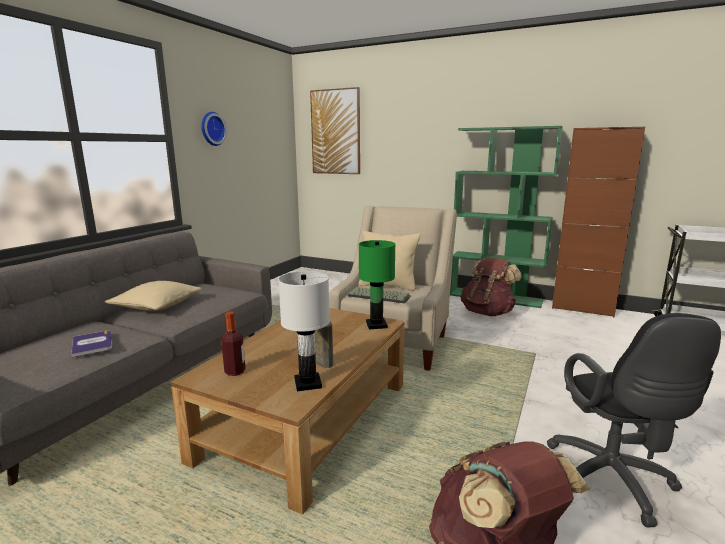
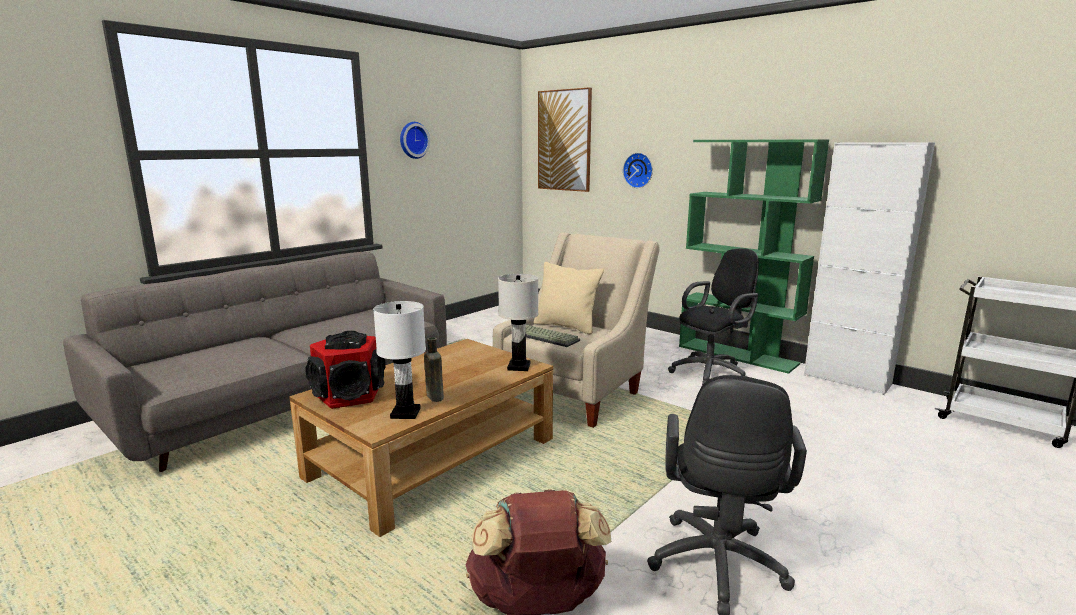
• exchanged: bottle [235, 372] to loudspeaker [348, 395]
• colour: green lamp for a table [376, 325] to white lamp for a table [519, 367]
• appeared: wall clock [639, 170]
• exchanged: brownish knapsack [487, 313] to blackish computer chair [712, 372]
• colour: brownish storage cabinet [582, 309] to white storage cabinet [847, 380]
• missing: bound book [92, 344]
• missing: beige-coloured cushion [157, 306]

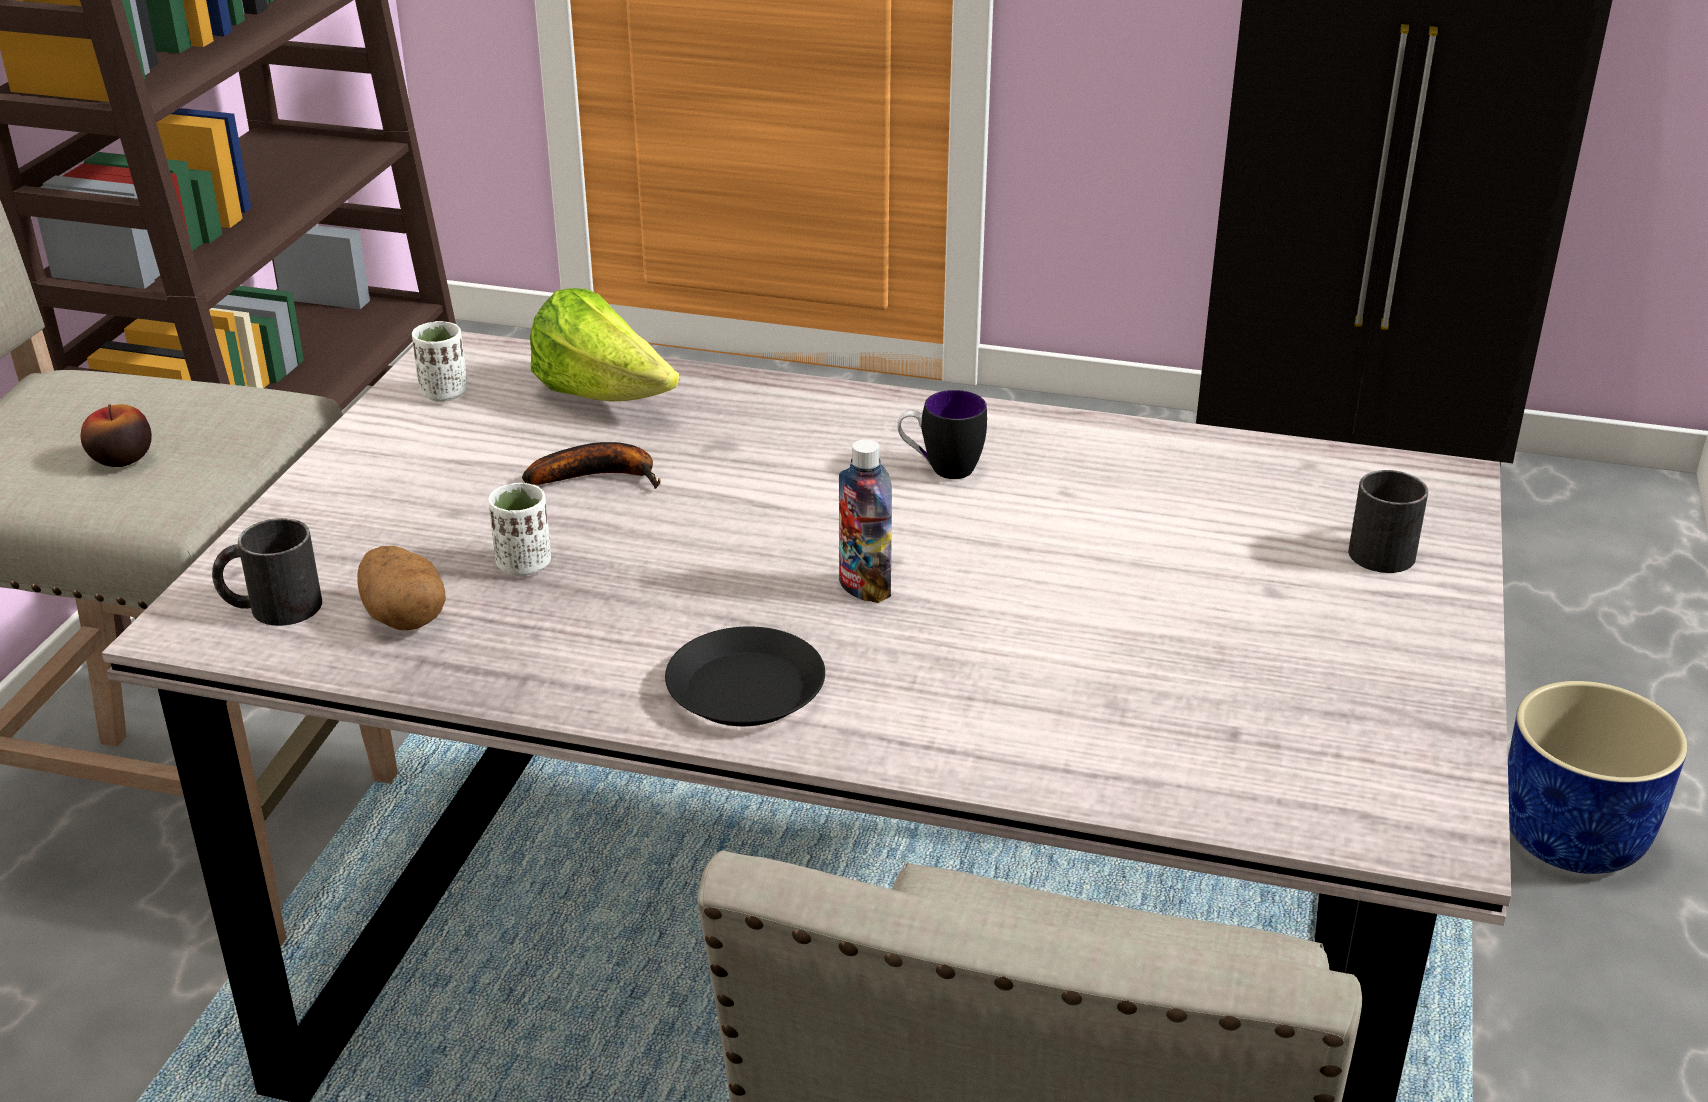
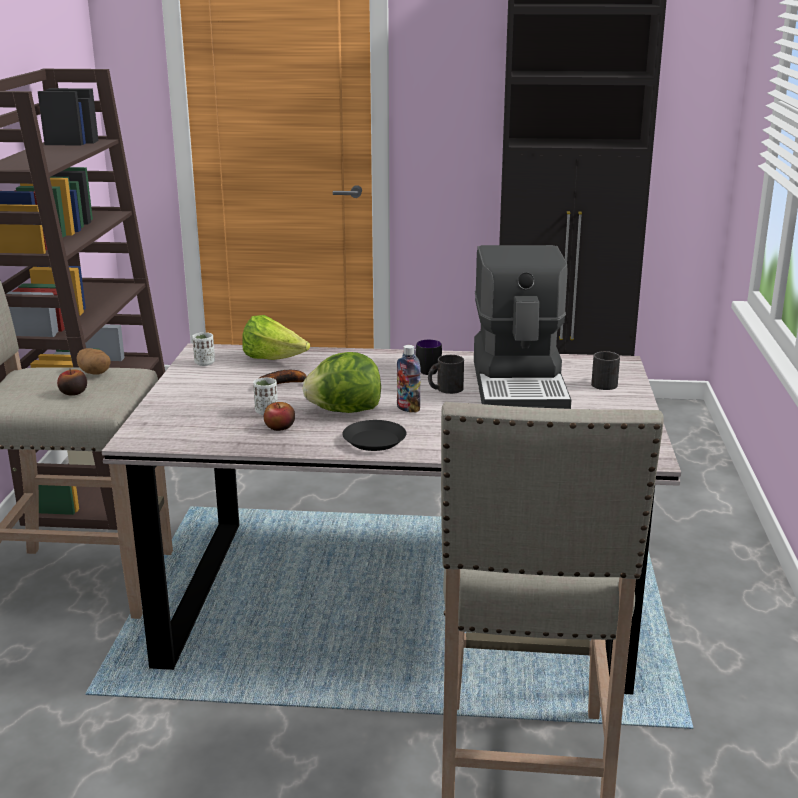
• relocated: whole potato [404, 617] to [94, 373]
• appeared: whole apple [280, 427]
• appeared: lettuce head [344, 411]
• relocated: blackish coffee mug [271, 608] to [445, 389]
• appeared: coffee maker [521, 386]
• missing: bluish planter [1575, 837]

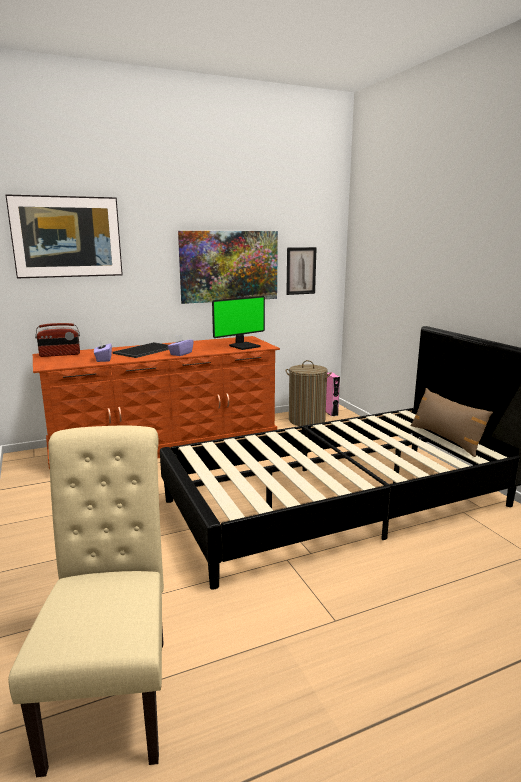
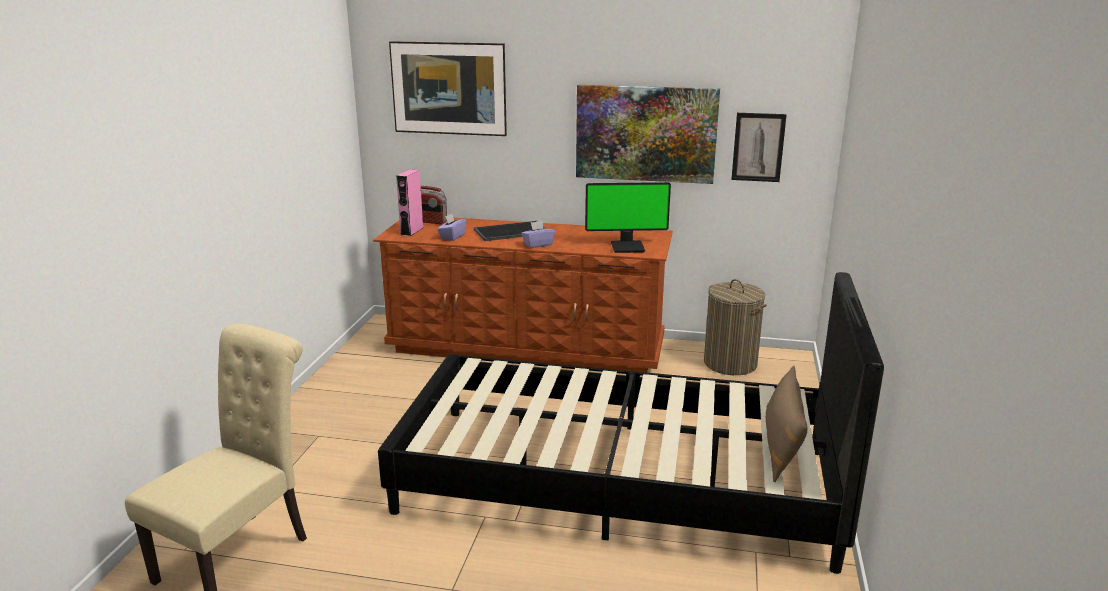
• relocated: pink-coloured loudspeaker [330, 413] to [412, 231]

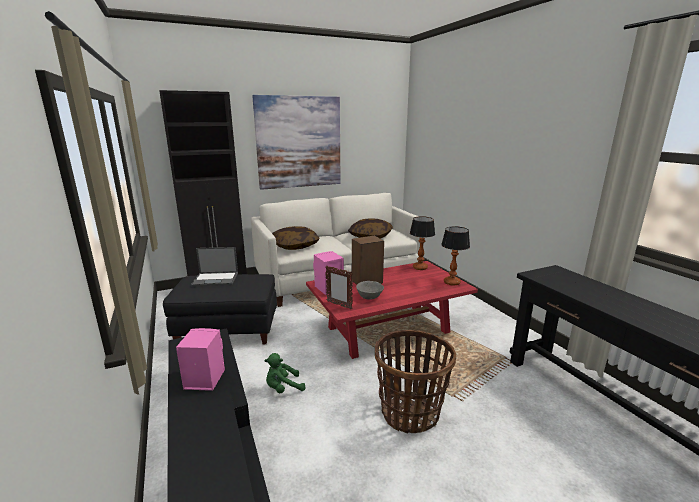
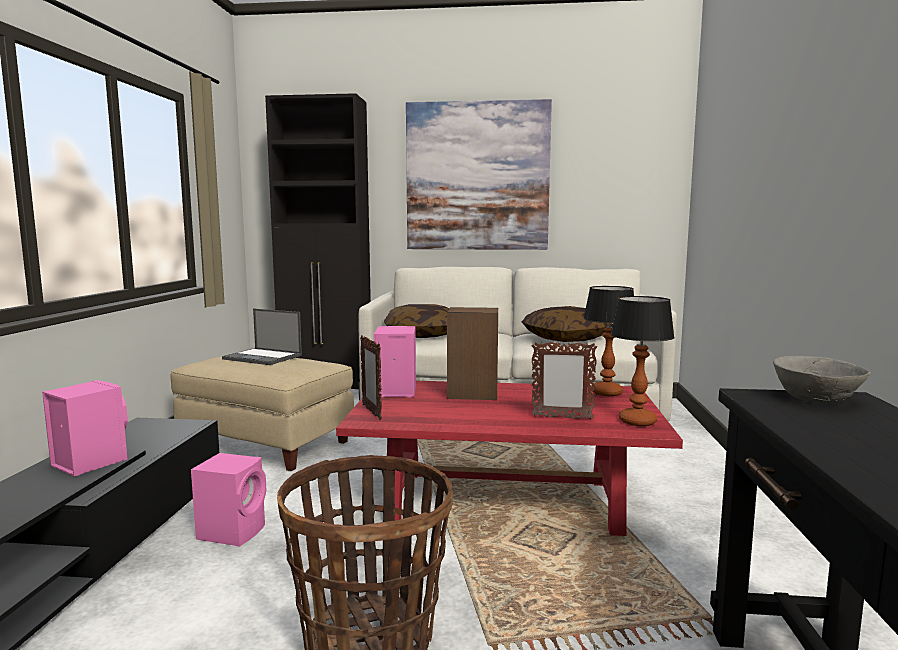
• colour: blackish footrest [228, 330] to beige-coloured footrest [267, 444]
• exchanged: green plush toy [283, 388] to pink-coloured loudspeaker [233, 531]
• appeared: picture frame [561, 417]
• relocated: greyish deep dish [369, 297] to [815, 399]

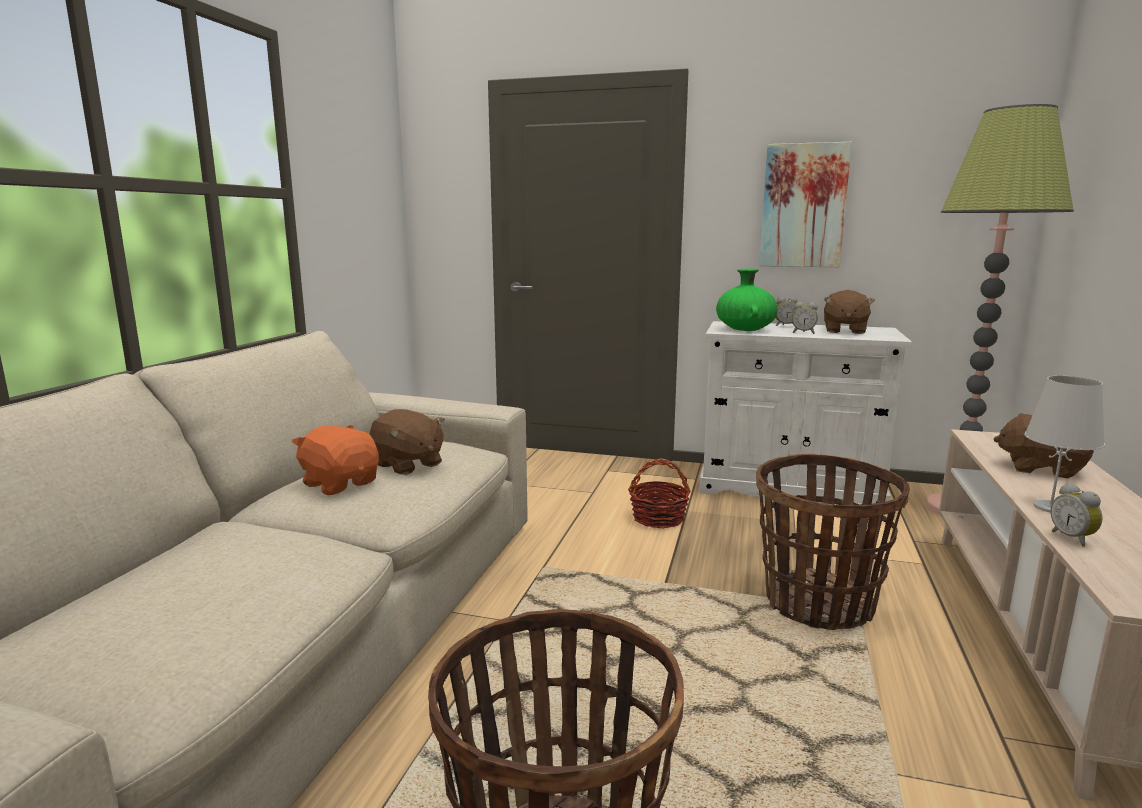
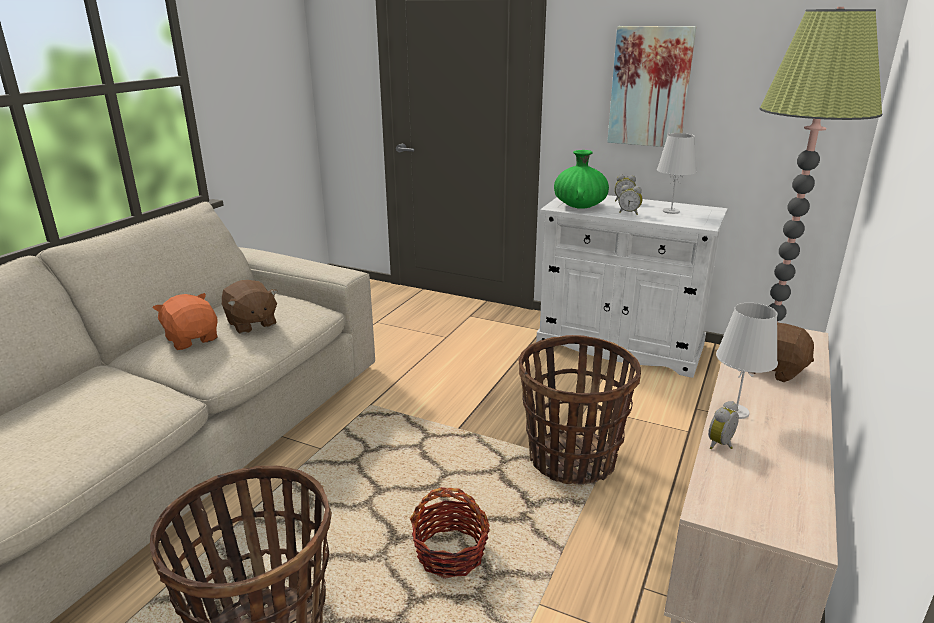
• relocated: household basket [658, 518] to [450, 554]
• exchanged: brownish plush toy [844, 331] to white lamp for a table [671, 211]
• spun: alarm clock [1073, 538] = [722, 445] 45 degrees clockwise

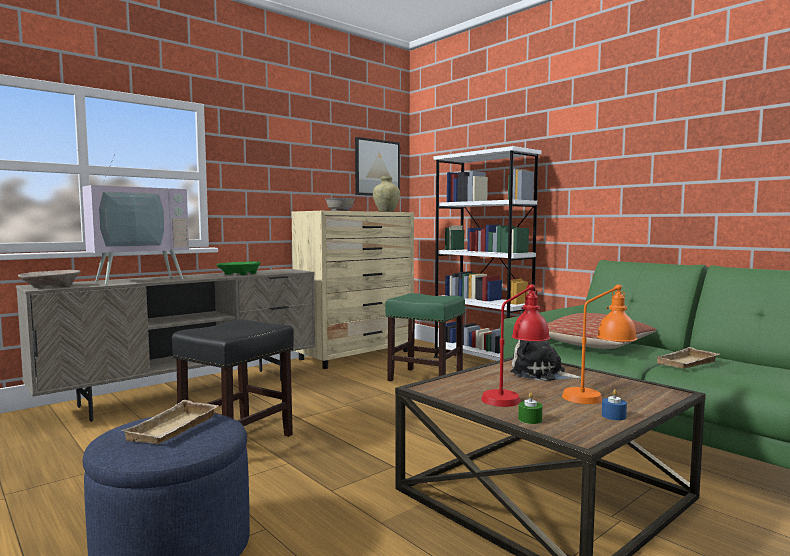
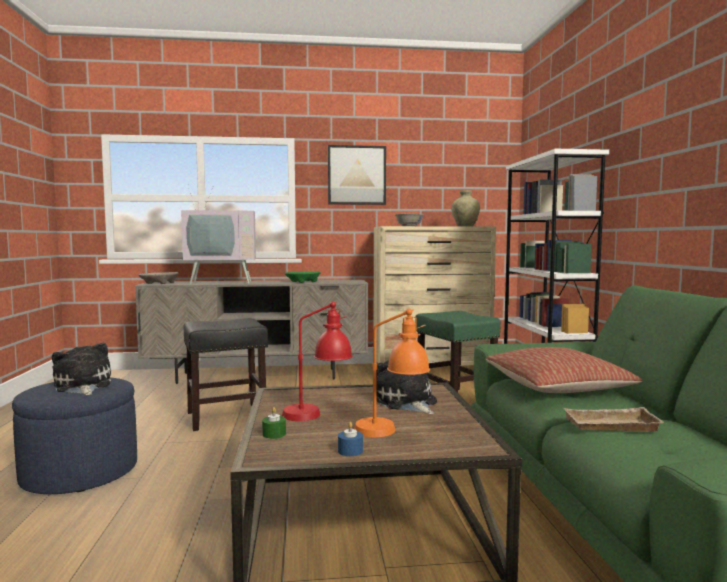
• exchanged: beige-coloured carrying tray [174, 429] to plush toy [82, 386]
• relocated: picture [377, 168] to [356, 175]

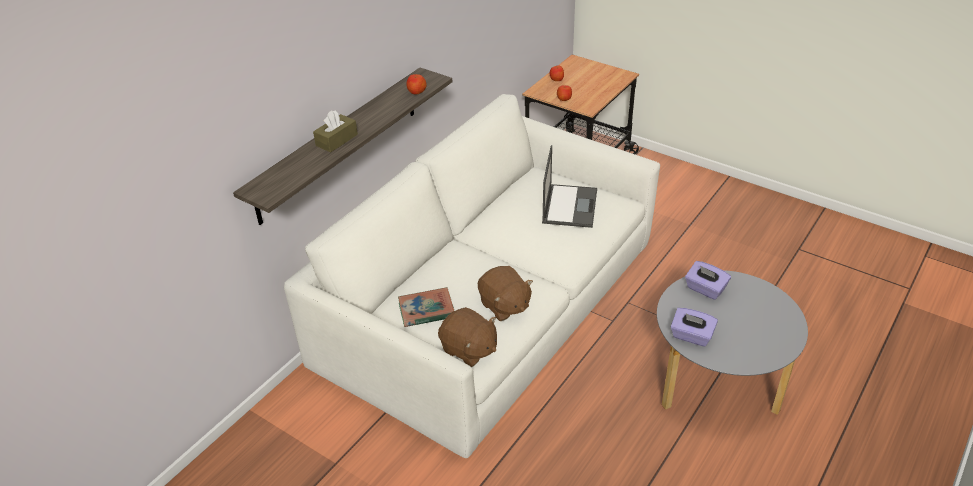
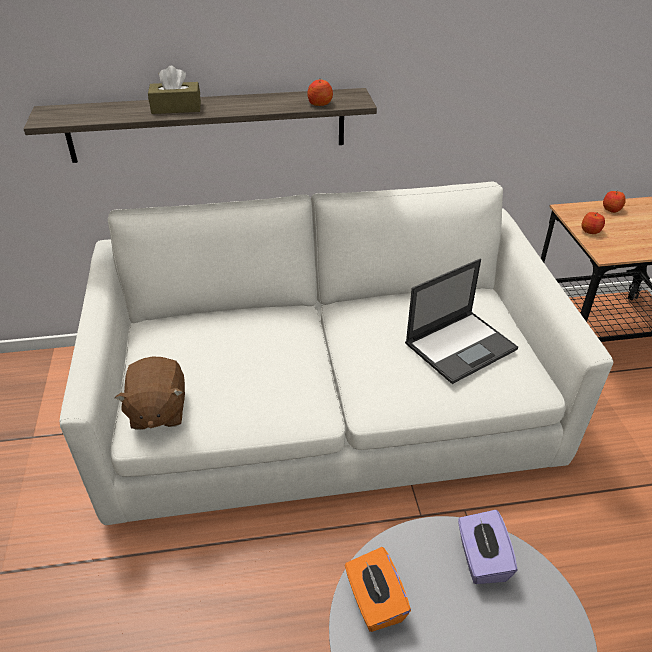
• colour: purplish tissue holder [691, 336] to orangey tissue holder [374, 602]
• missing: bound book [426, 310]
• missing: brownish plush toy [504, 306]

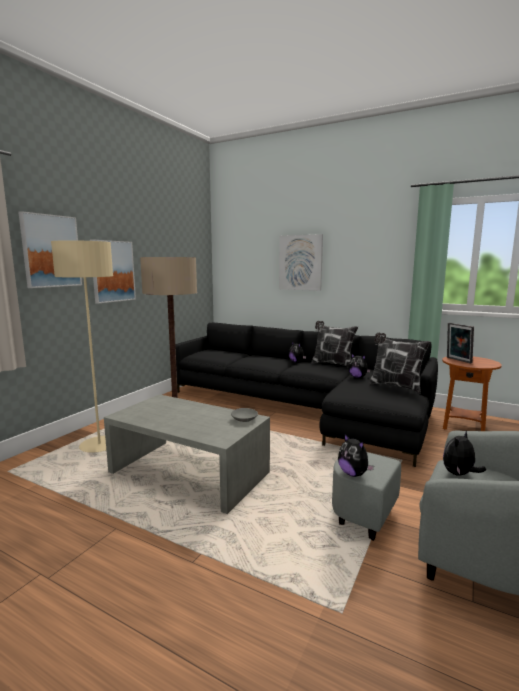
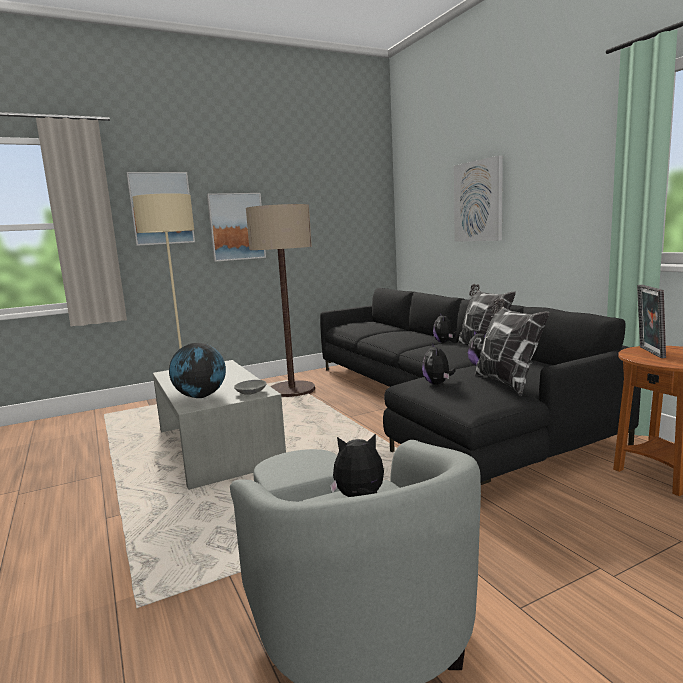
• appeared: world globe [201, 396]
• relocated: plush toy [353, 474] to [438, 383]

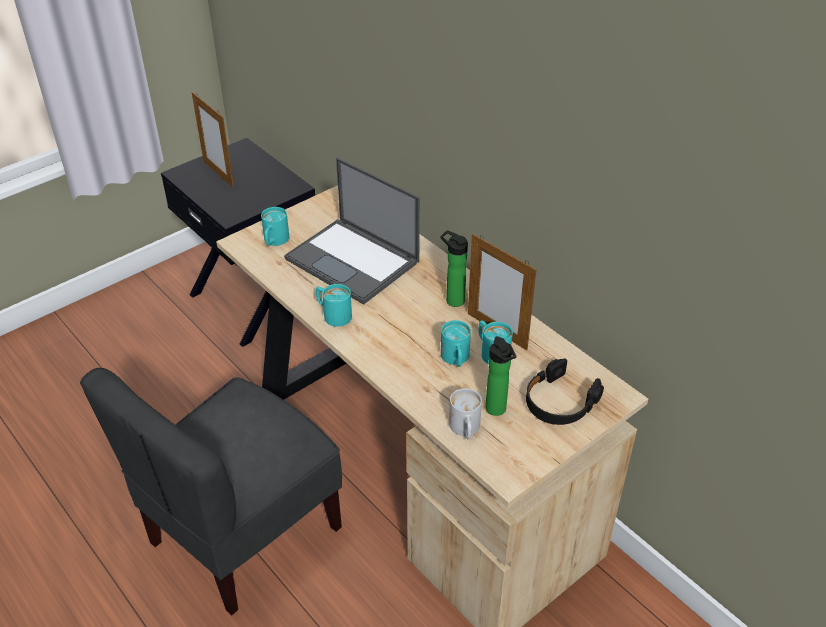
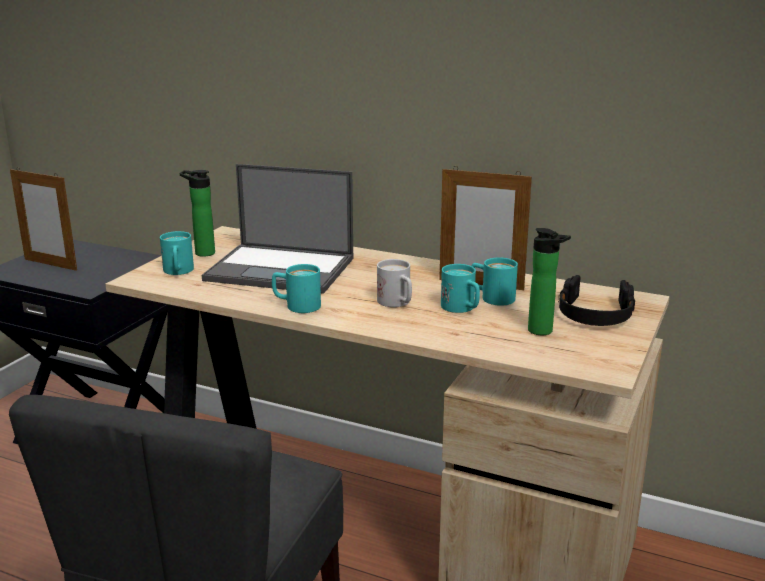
• relocated: bottle [452, 299] to [202, 253]
• relocated: white coffee mug [465, 430] to [397, 303]

